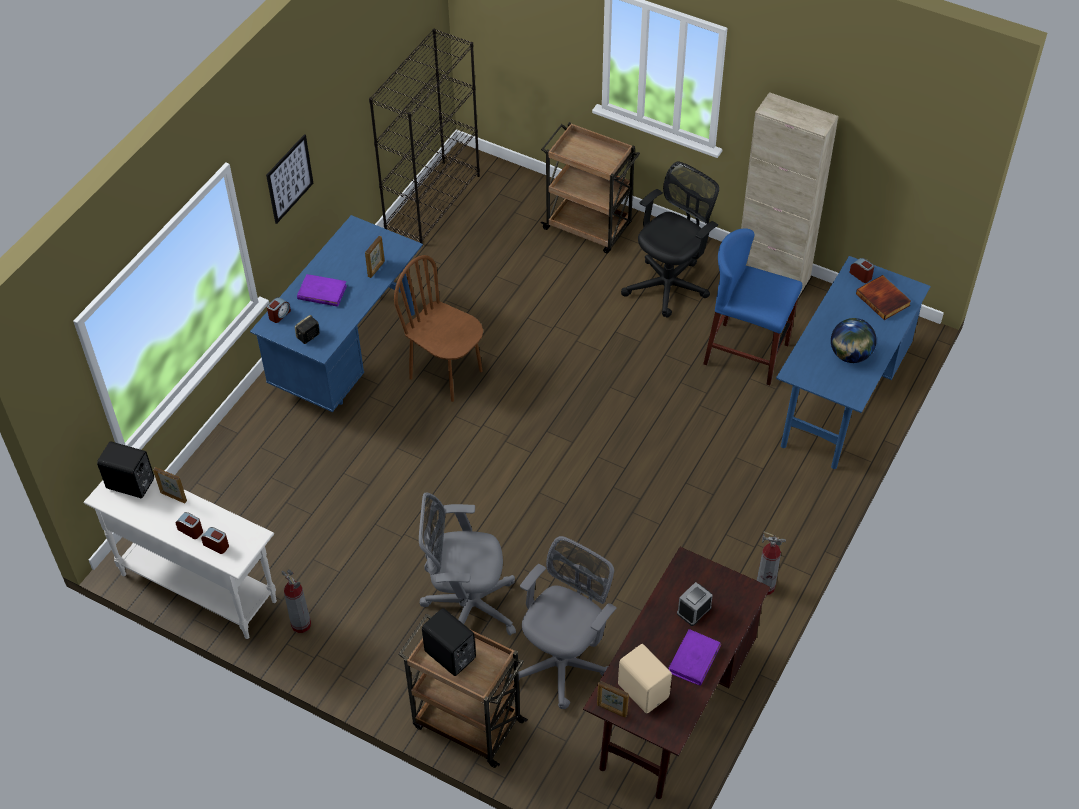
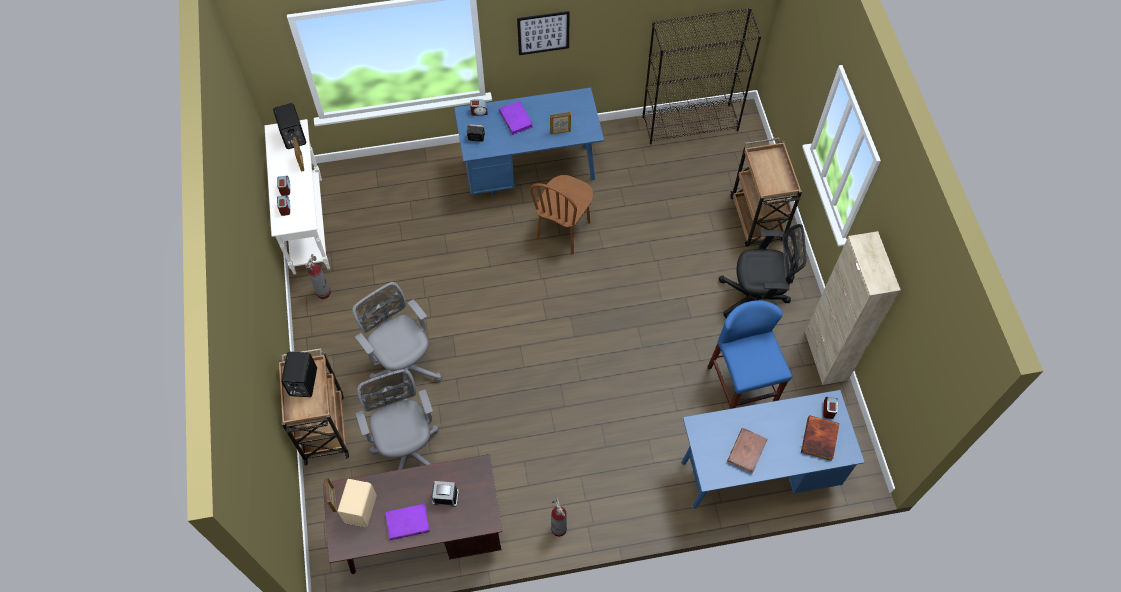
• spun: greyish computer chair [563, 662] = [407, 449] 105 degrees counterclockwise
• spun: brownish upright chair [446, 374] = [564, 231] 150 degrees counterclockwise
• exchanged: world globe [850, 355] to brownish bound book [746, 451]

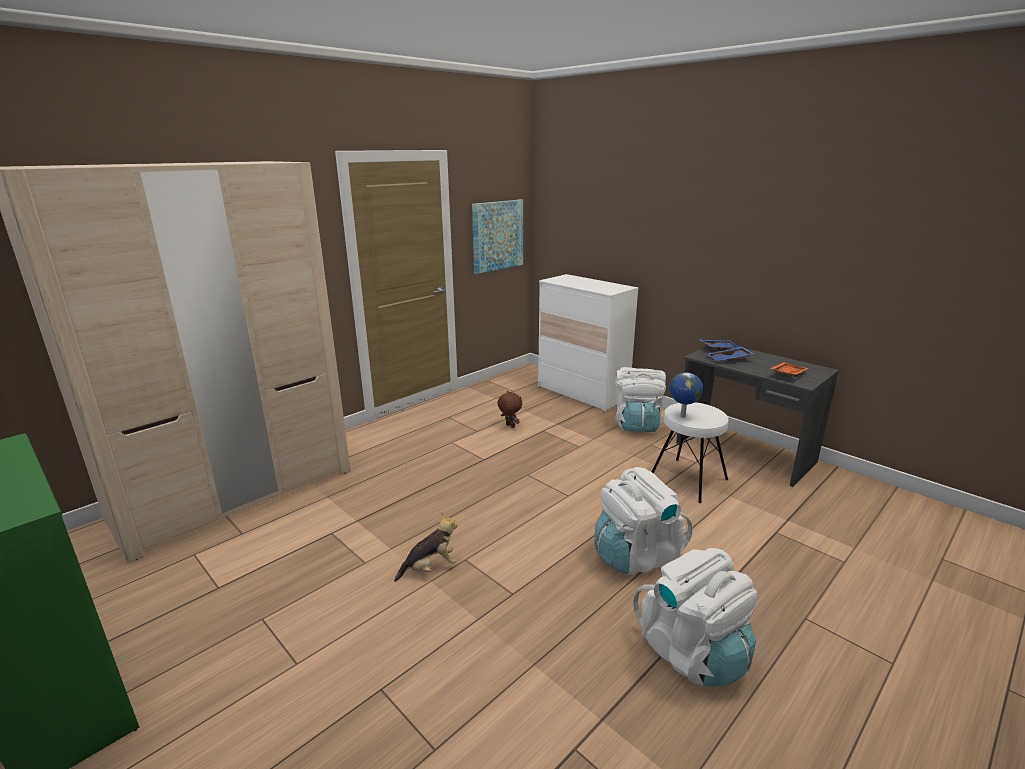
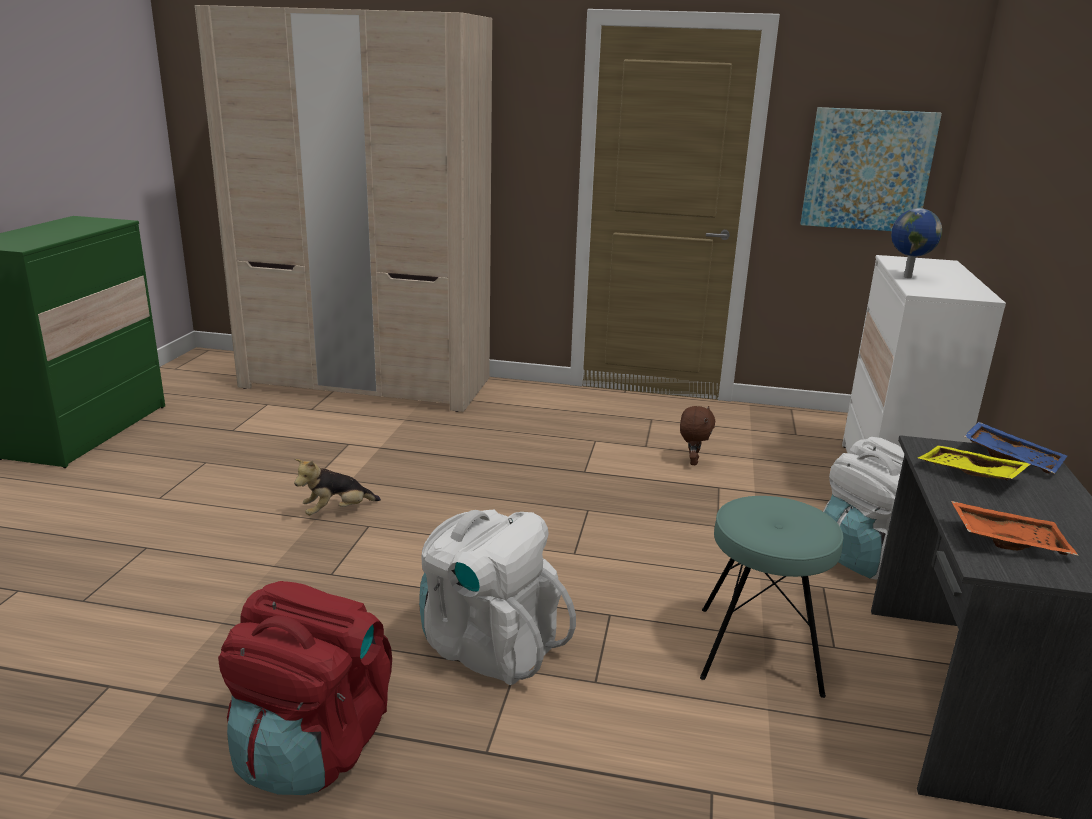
• colour: white knapsack [692, 652] to reddish knapsack [312, 745]
• spun: plush toy [430, 568] = [336, 511] 120 degrees clockwise
• colour: white stool seat [687, 480] to blue-green stool seat [759, 650]
• relocated: world globe [682, 416] to [906, 277]
• colour: bluish carrying tray [729, 359] to yellow carrying tray [969, 474]

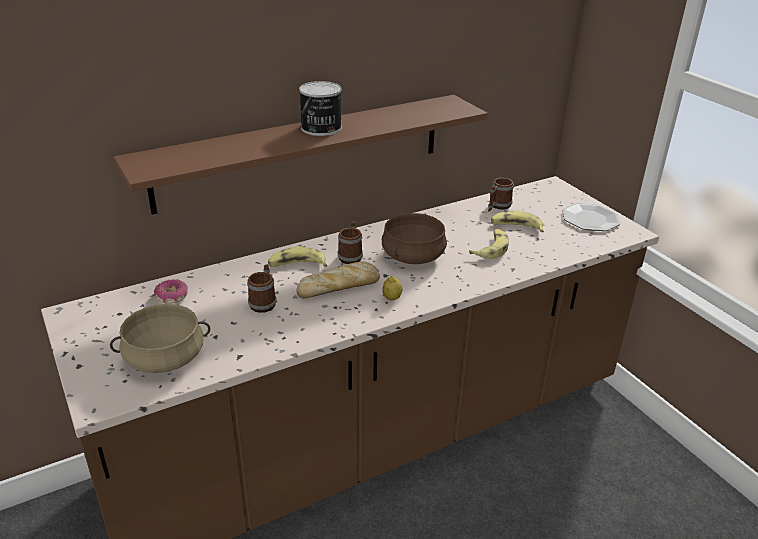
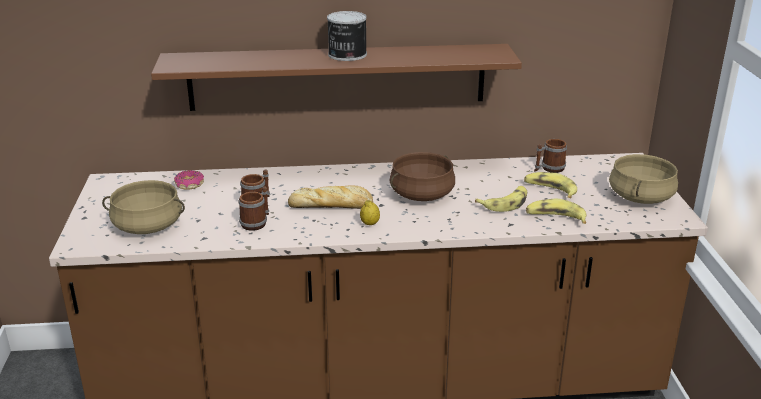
• relocated: coffee mug [351, 255] to [257, 222]
• relocated: banana fruit [297, 265] to [555, 218]
• exchanged: dinner plate [590, 219] to beige-coloured cooking pot [641, 197]

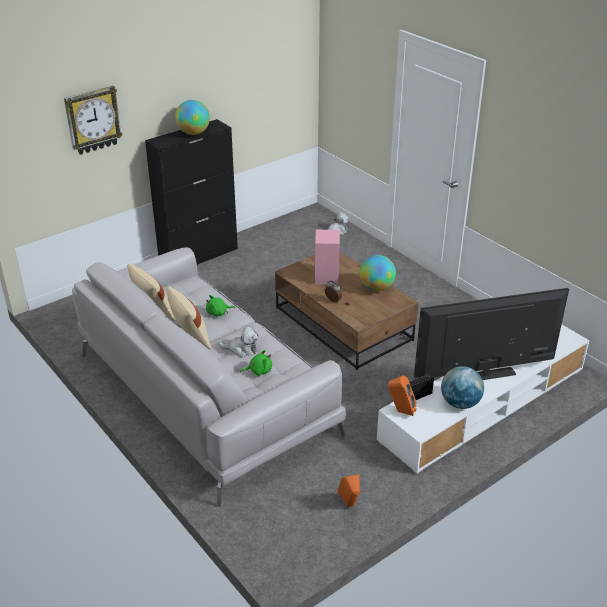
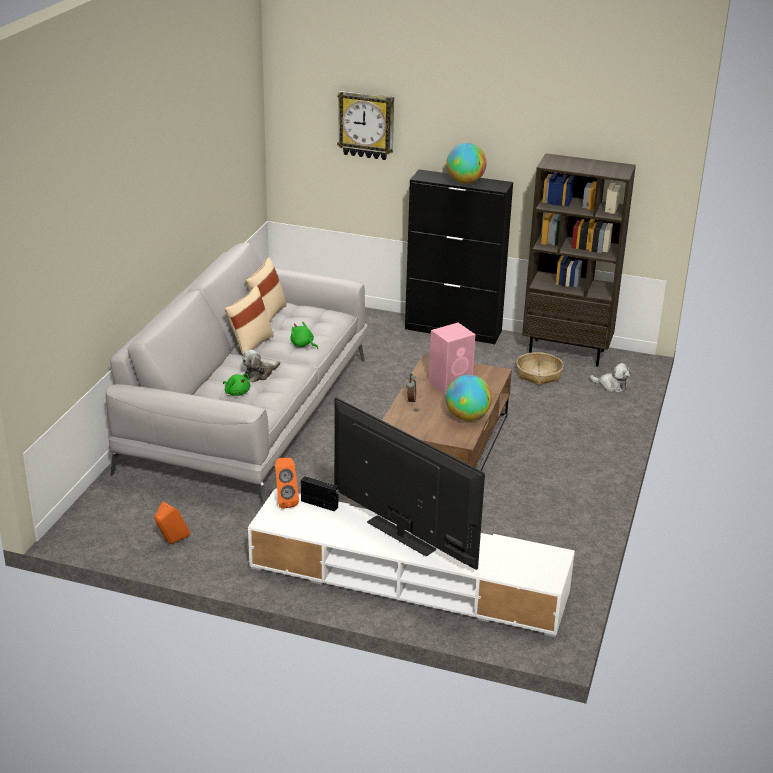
• spun: plush toy [241, 349] = [259, 374] 75 degrees clockwise
• appeared: household basket [538, 375]
• appeared: brownish bookshelf [567, 352]
• missing: world globe [460, 403]

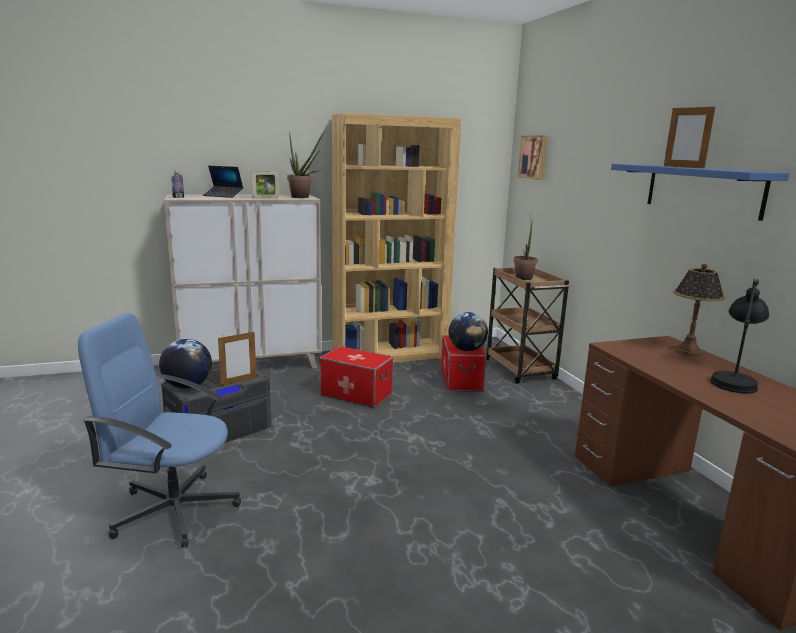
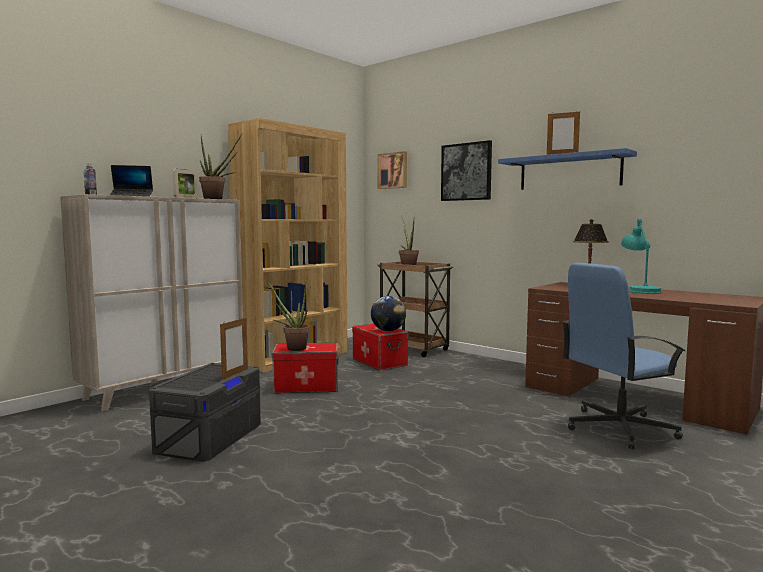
• appeared: potted plant [292, 348]
• appeared: picture [466, 172]
• relocated: bluish computer chair [173, 509] to [618, 428]
• colour: blackish lamp for a table [734, 378] to blue-green lamp for a table [638, 290]
• missing: world globe [187, 386]

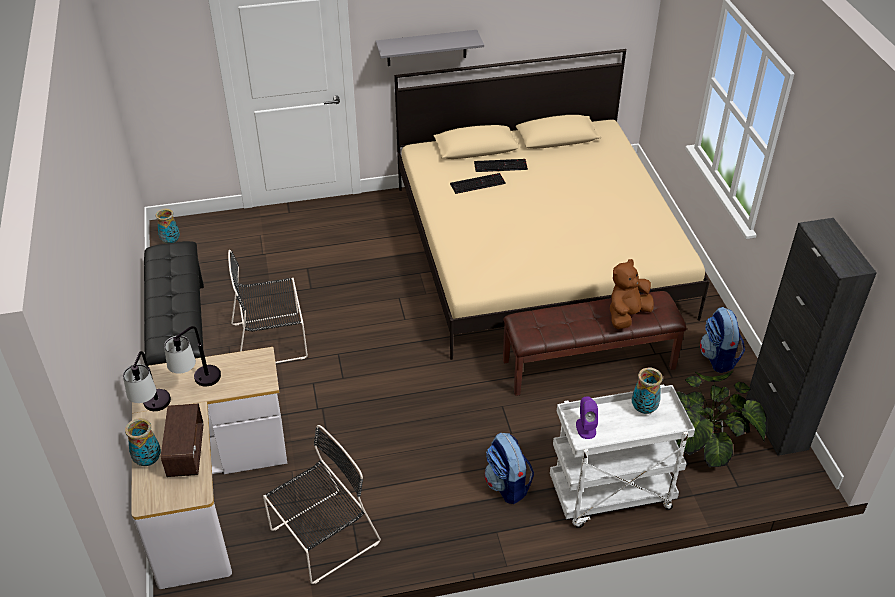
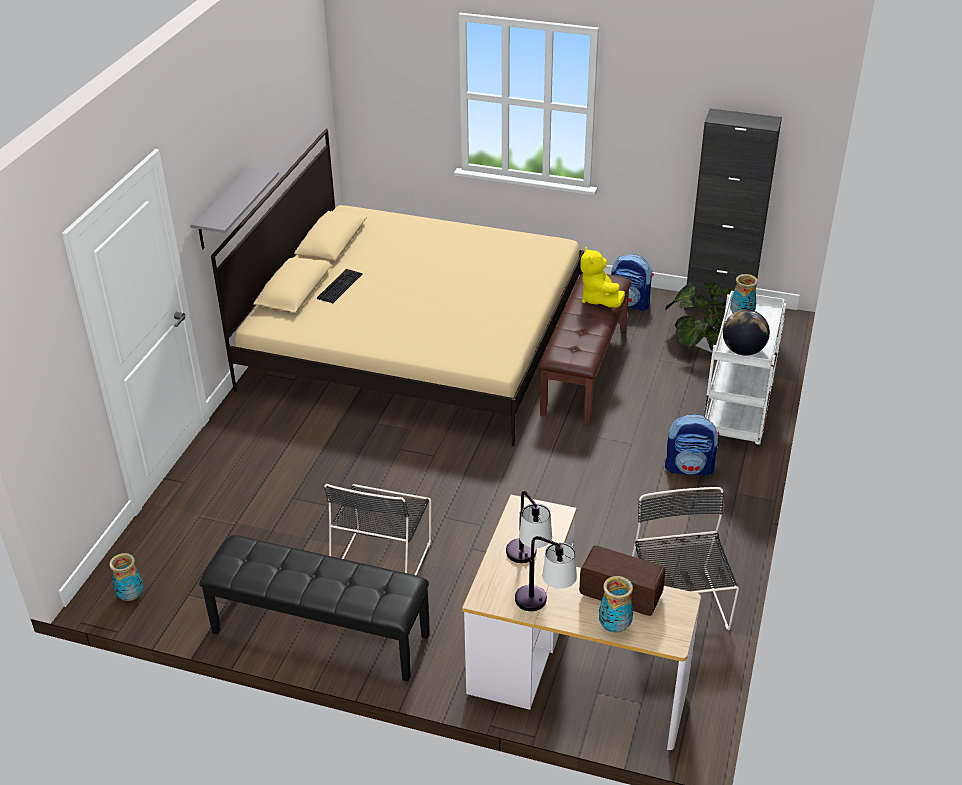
• colour: brownish plush toy [627, 315] to yellow plush toy [599, 299]
• exchanged: purplish loudspeaker [586, 427] to world globe [743, 351]
• missing: PC keyboard [478, 183]

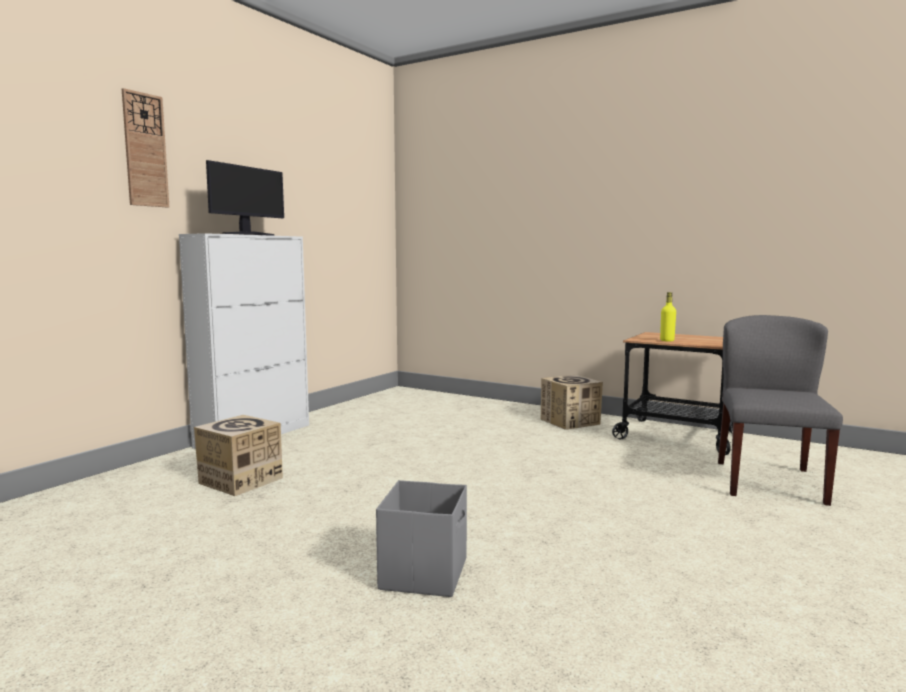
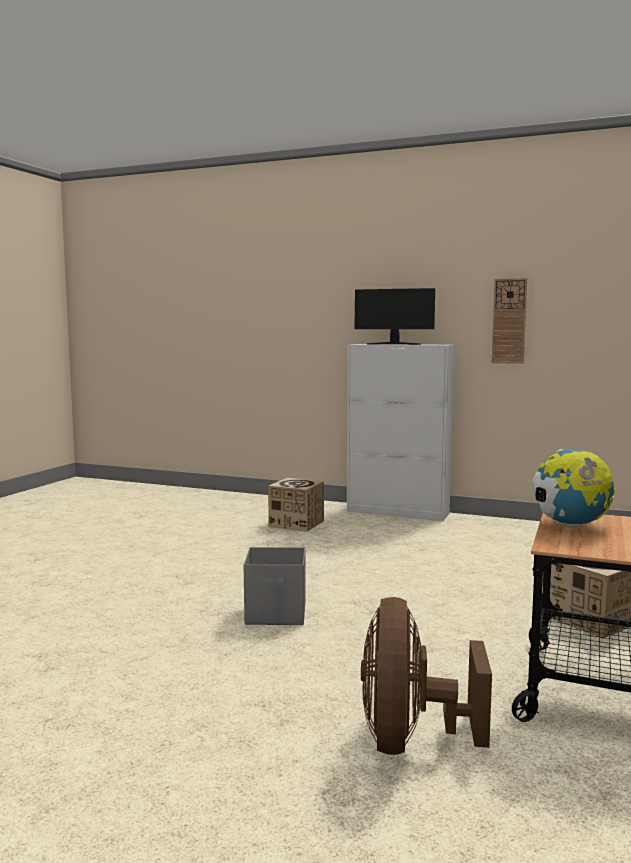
• relocated: greyish storage bin [425, 573] to [277, 614]
• exchanged: greyish upright chair [768, 481] to brownish electric fan [410, 740]
• relocated: wall clock [145, 150] to [509, 321]
• exchanged: yellow bottle [667, 340] to world globe [570, 525]

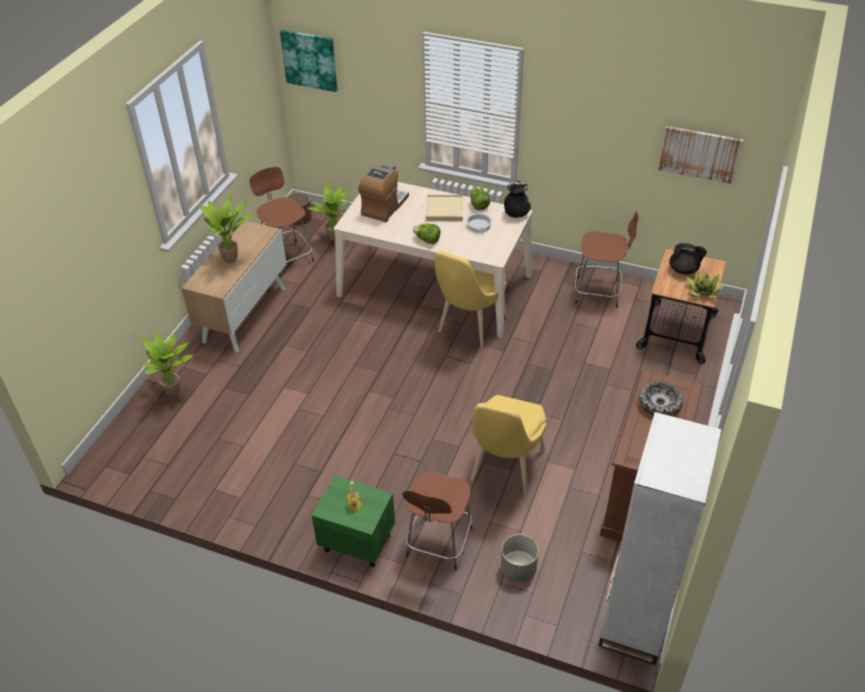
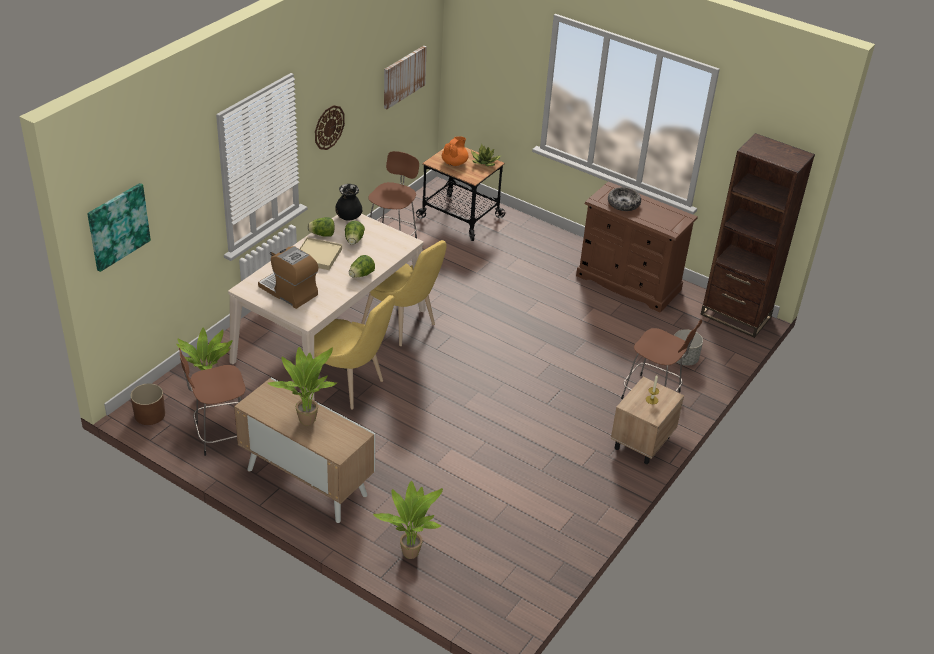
• relocated: yellow upright chair [504, 469] to [349, 386]
• appeared: wall clock [329, 127]
• exchanged: cooking pot [479, 225] to lettuce head [354, 241]
• colour: blackish teapot [684, 270] to orangey teapot [454, 163]
• colour: green nightstand [356, 541] to beige-coloured nightstand [641, 443]
• colour: white bookshelf [635, 620] to brownish bookshelf [735, 316]

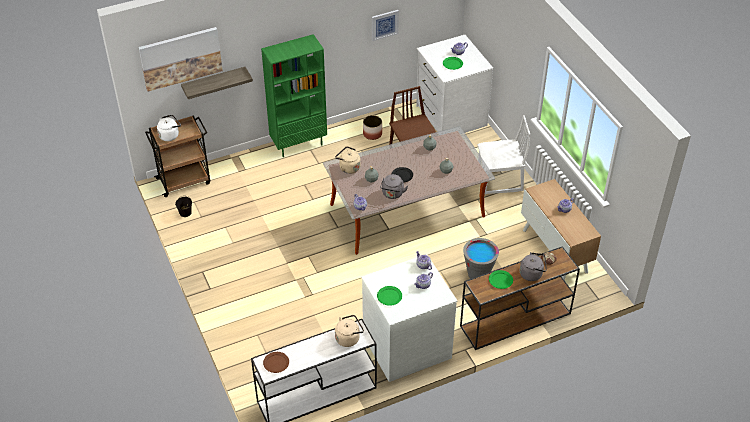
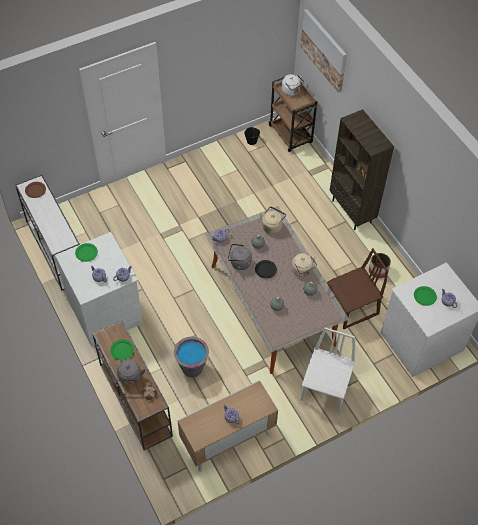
• relocated: beige-coloured tea kettle [349, 338] to [302, 271]
• spun: white upright chair [499, 180] = [326, 388] 150 degrees counterclockwise
• colour: green bookshelf [299, 144] to brownish bookshelf [352, 211]
• missing: shelf [214, 82]
• missing: picture [384, 24]

